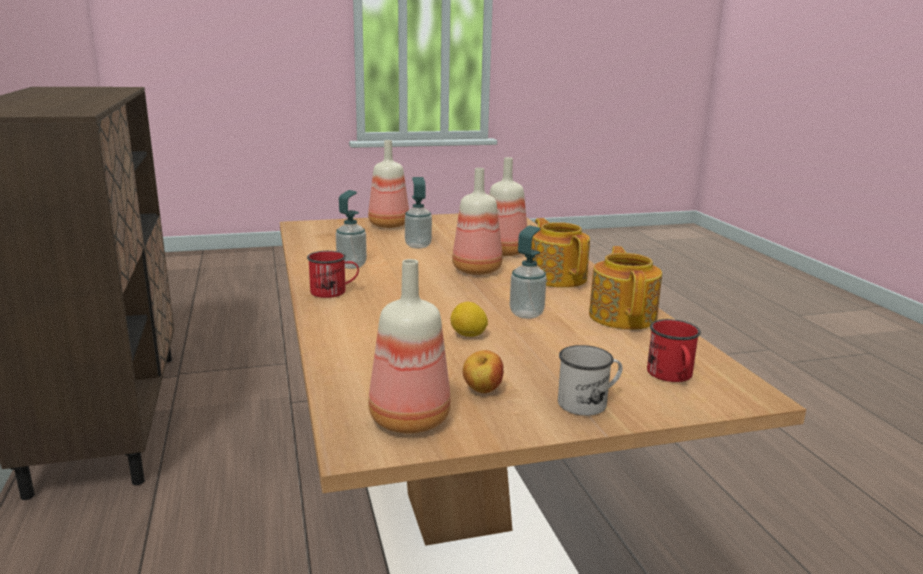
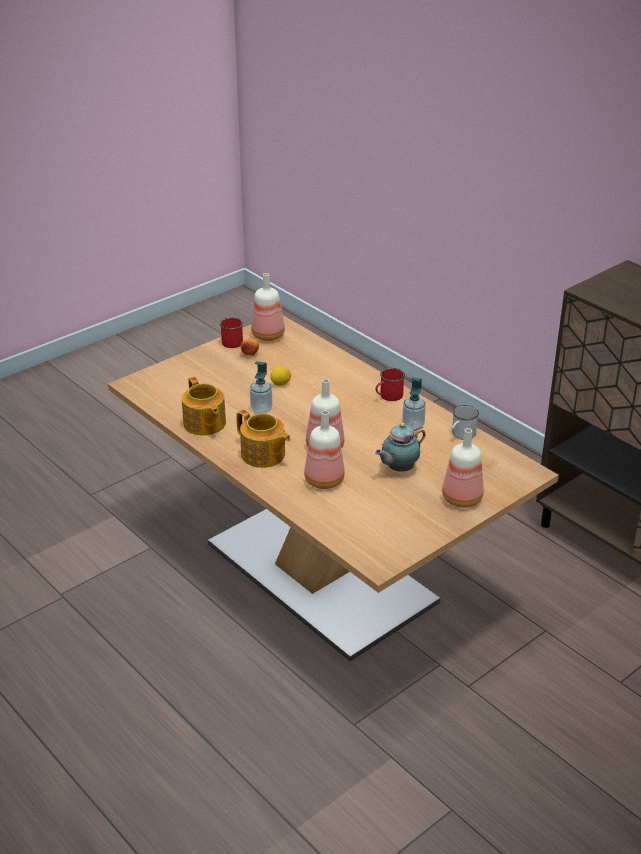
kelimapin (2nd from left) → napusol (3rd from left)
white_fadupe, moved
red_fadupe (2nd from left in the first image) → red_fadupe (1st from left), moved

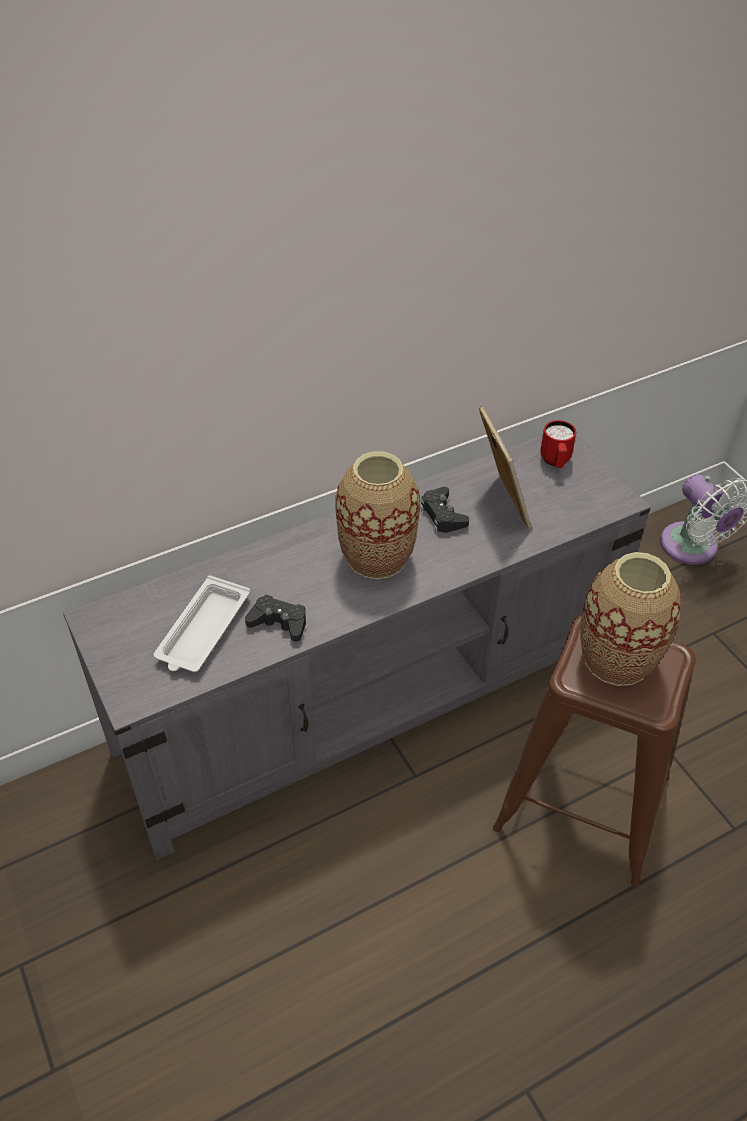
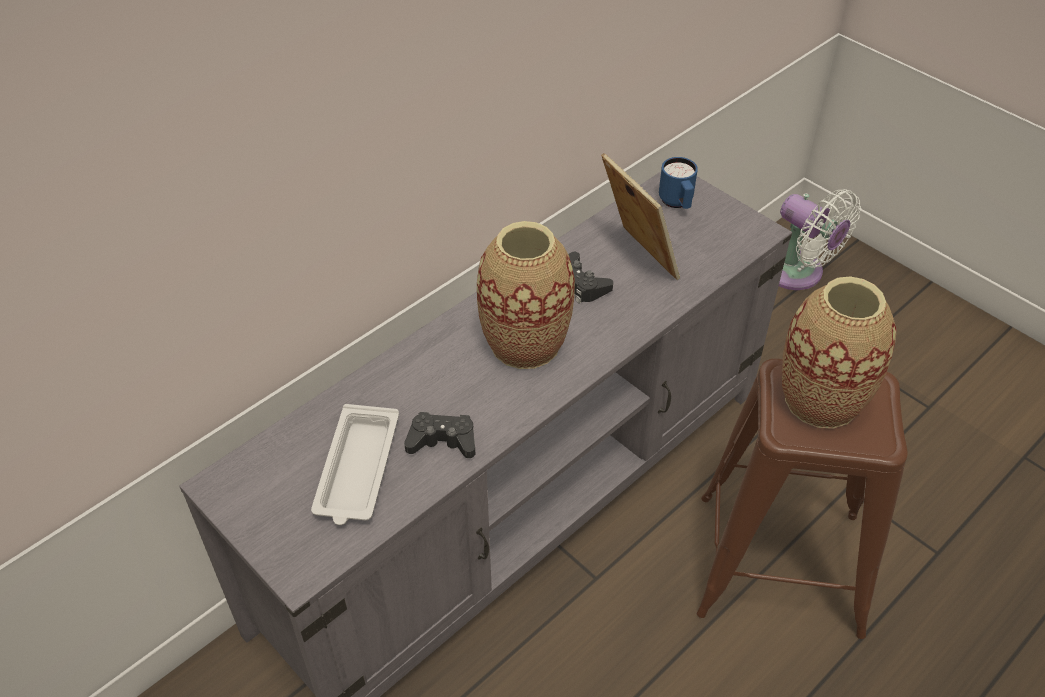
red_fadupe → blue_fadupe

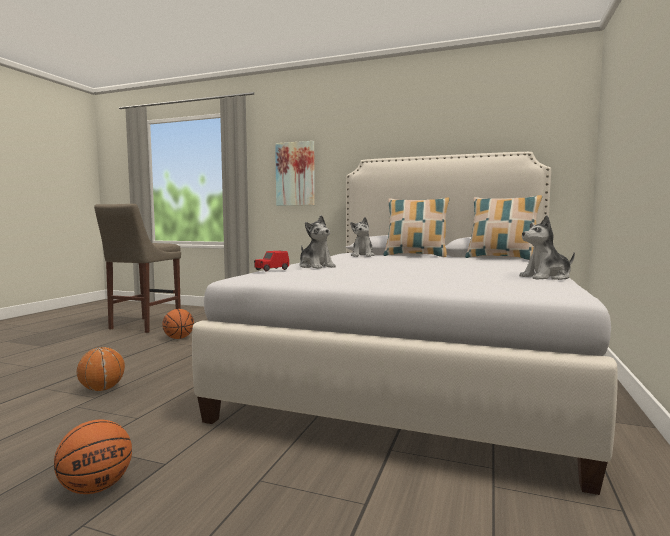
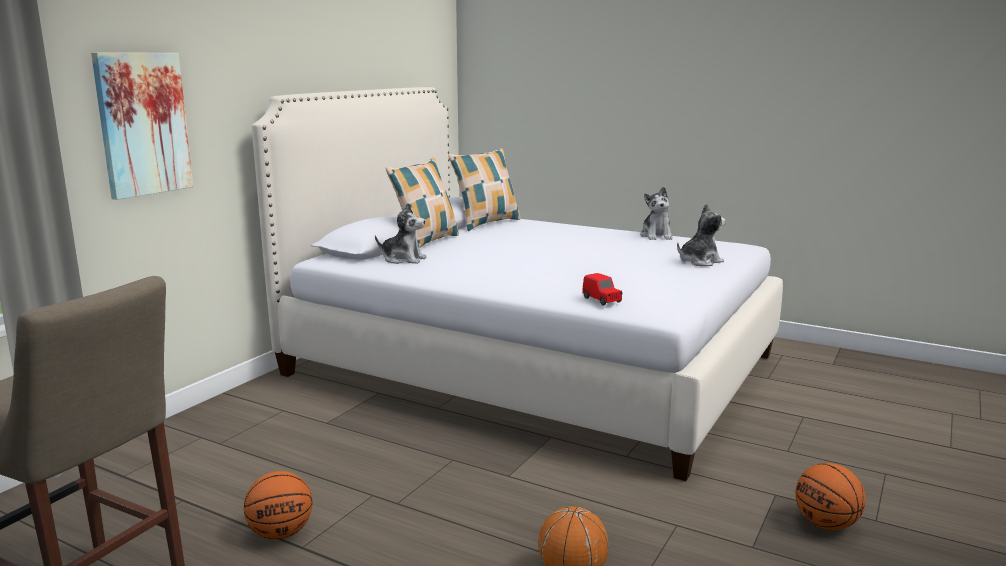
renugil (1st from left in the first image) → renugil (3rd from left), moved

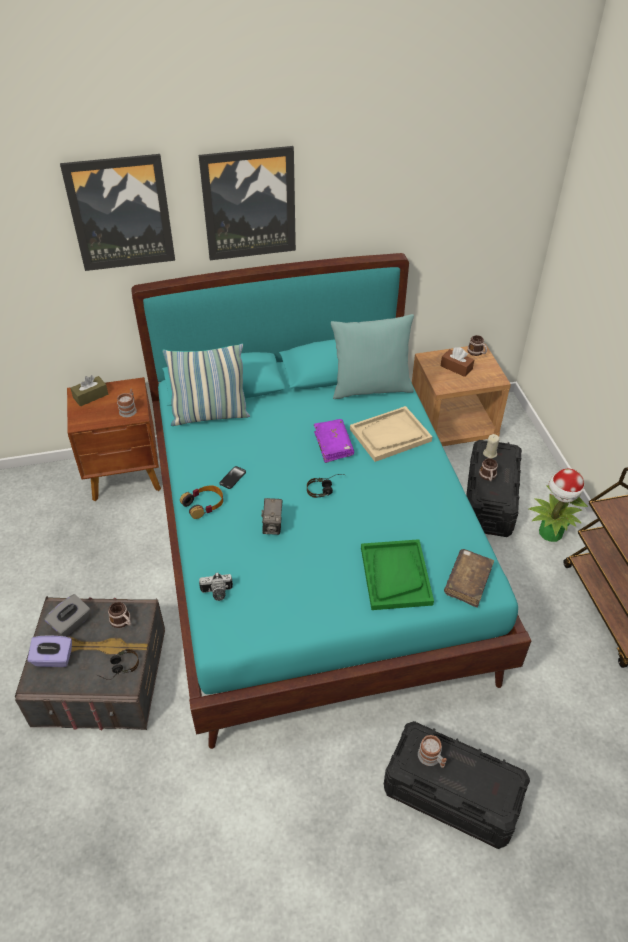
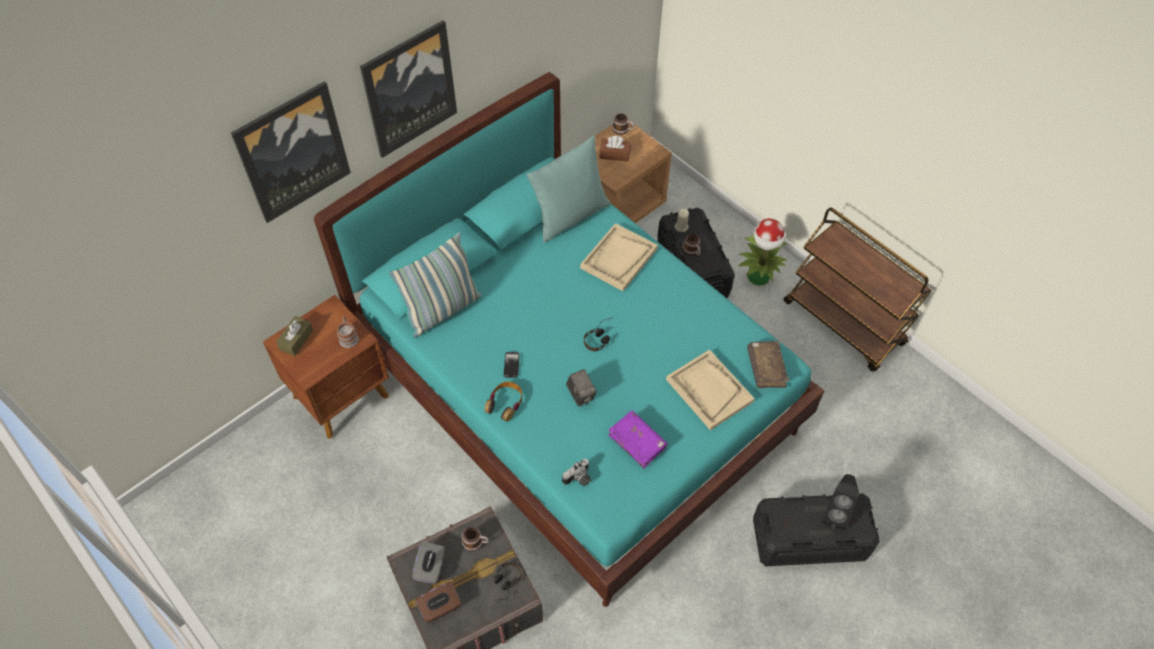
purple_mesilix → brown_mesilix (2nd from left)
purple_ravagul, moved
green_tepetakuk → beige_tepetakuk (2nd from left)
fadupe (3rd from left) → -
- → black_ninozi

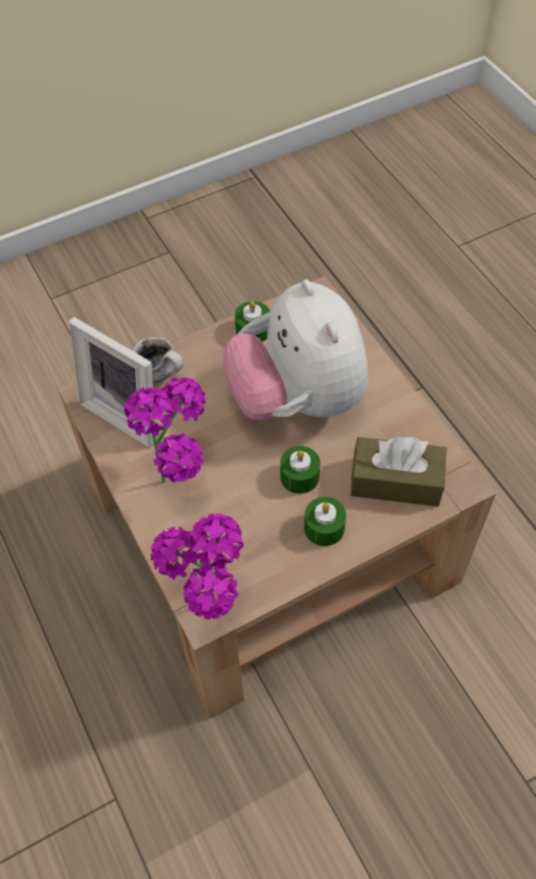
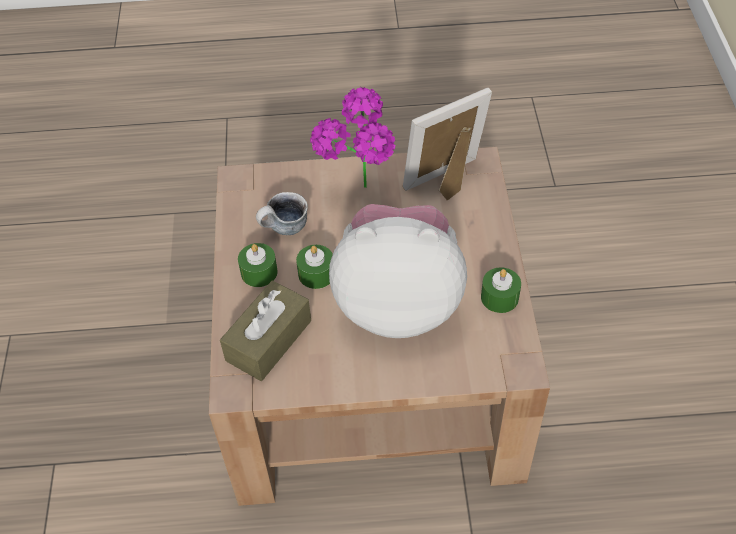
fadupe, moved
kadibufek (2nd from left) → -

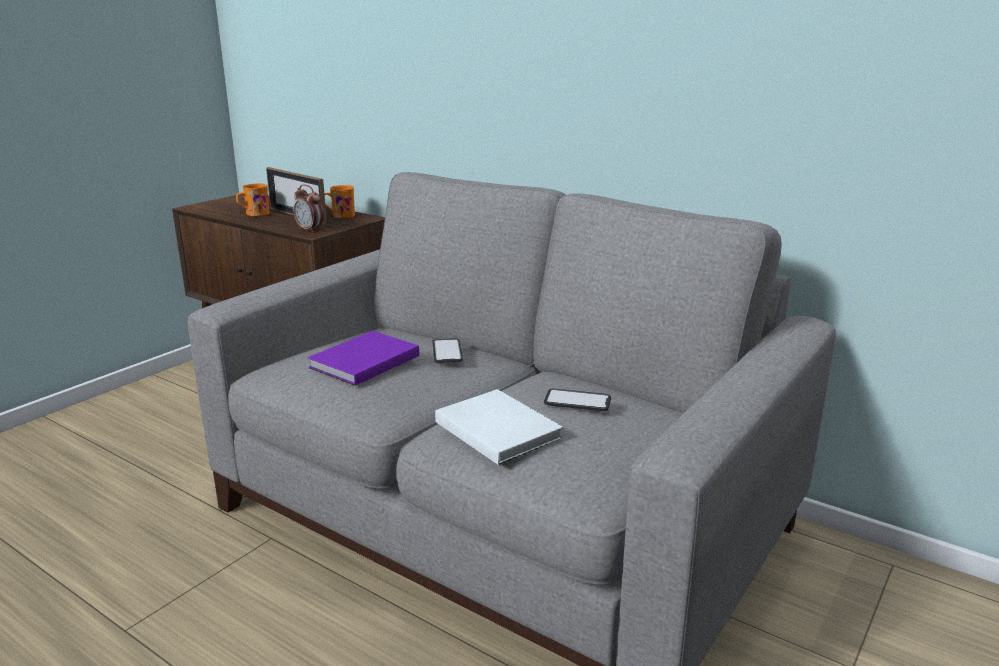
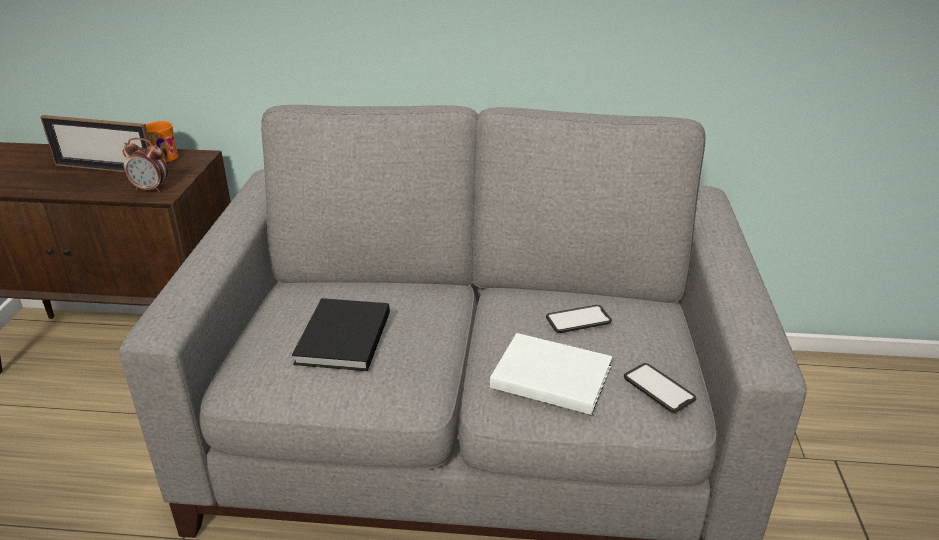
orange_fadupe (1st from left) → -
purple_ravagul → black_ravagul
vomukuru (1st from left in the first image) → vomukuru (2nd from left), moved

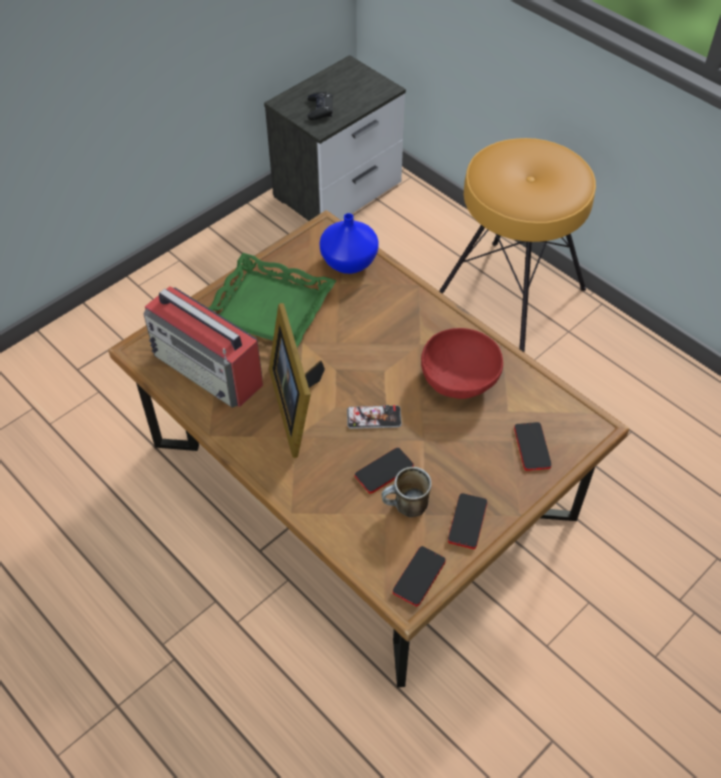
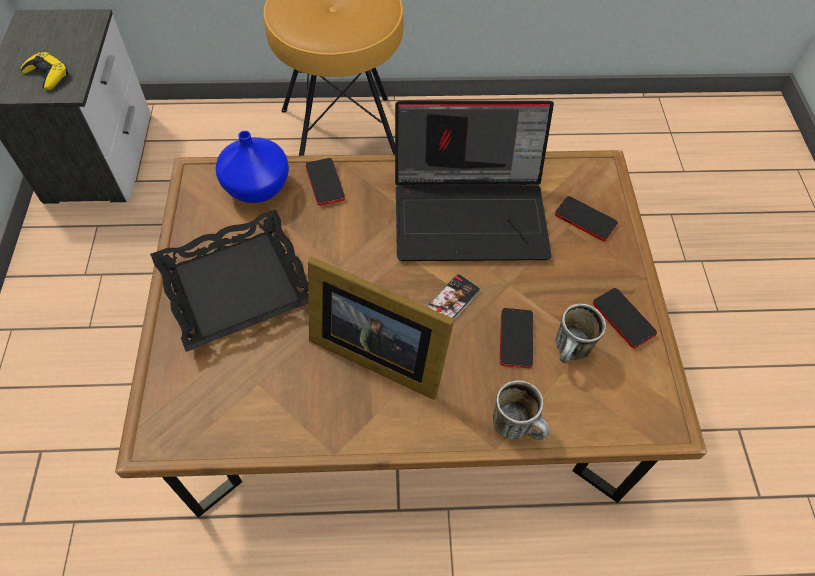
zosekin → -
green_tepetakuk → black_tepetakuk
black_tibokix → yellow_tibokix
vomukuru (3rd from left in the first image) → vomukuru (1st from left), moved
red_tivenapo → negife
- → fadupe (1st from left)

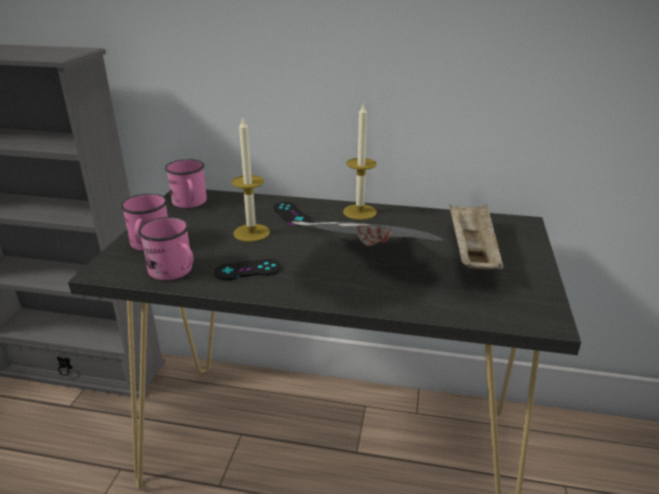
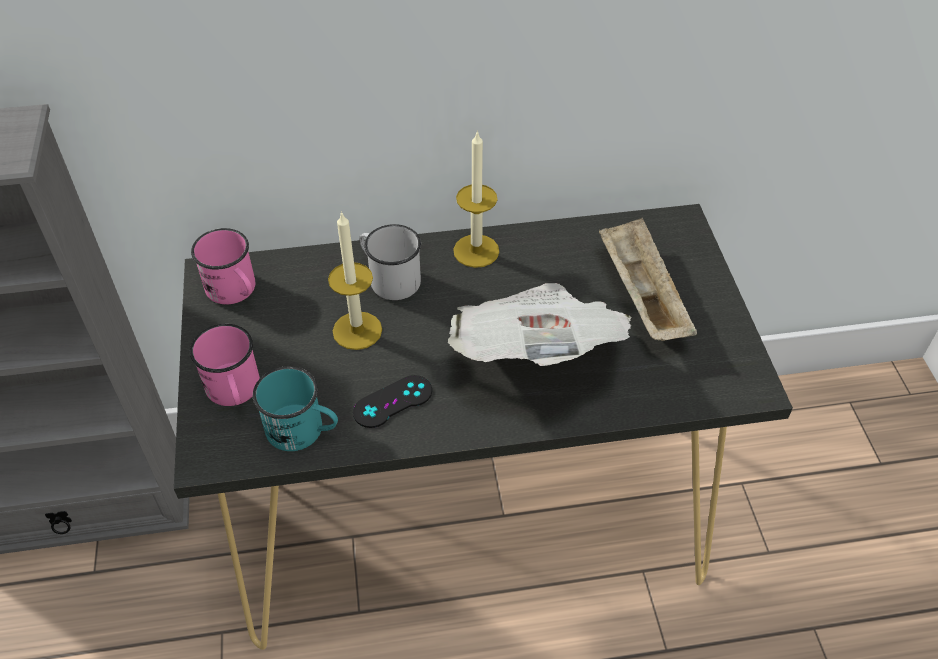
pink_fadupe (2nd from left) → turquoise_fadupe
black_tibokix (2nd from left) → white_fadupe

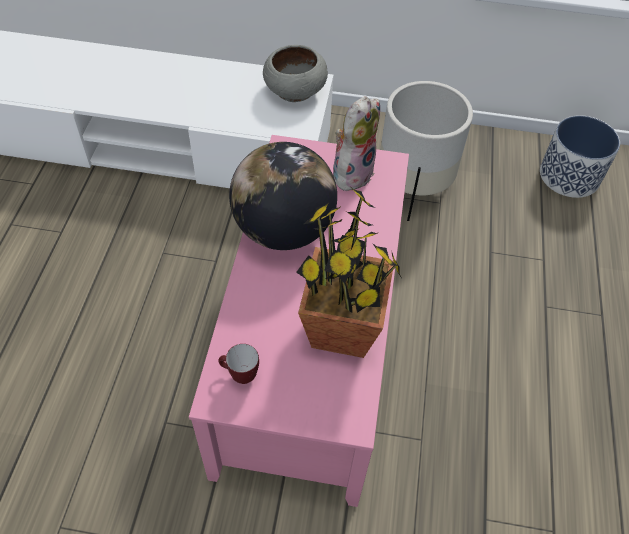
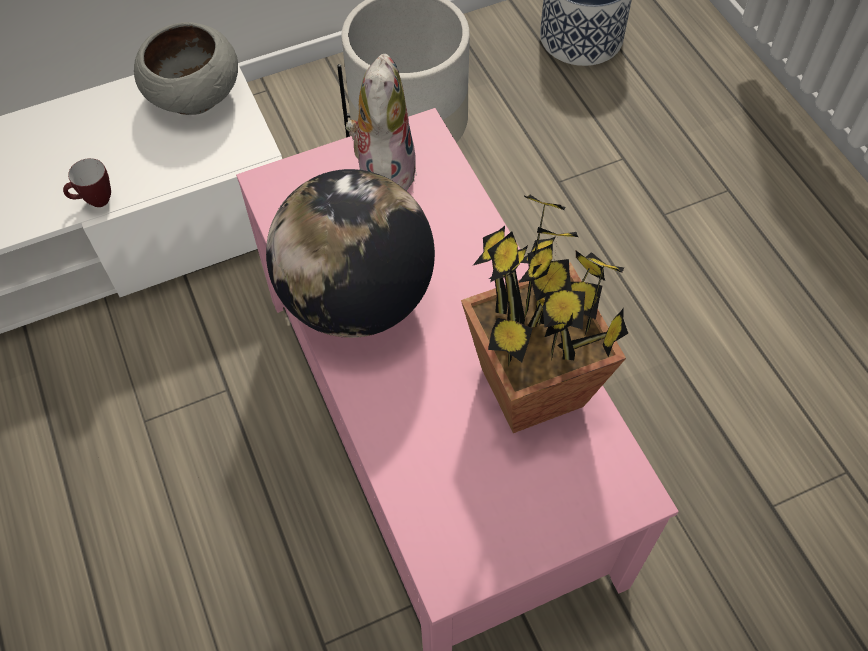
fadupe, moved

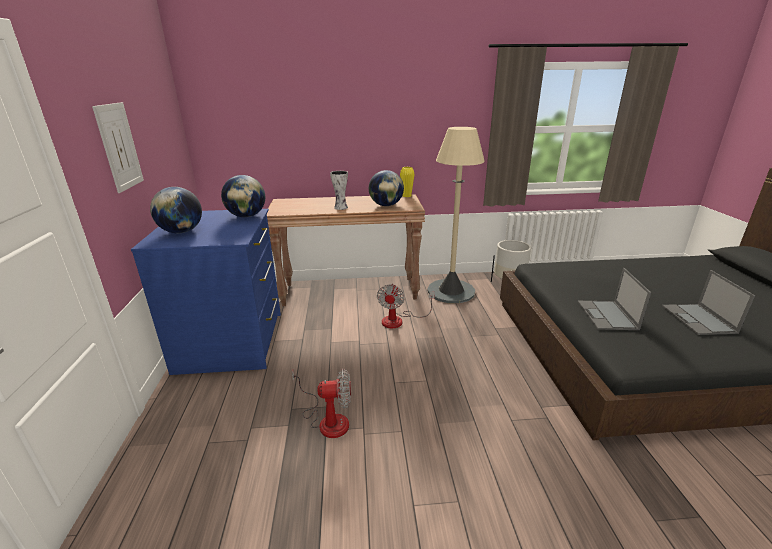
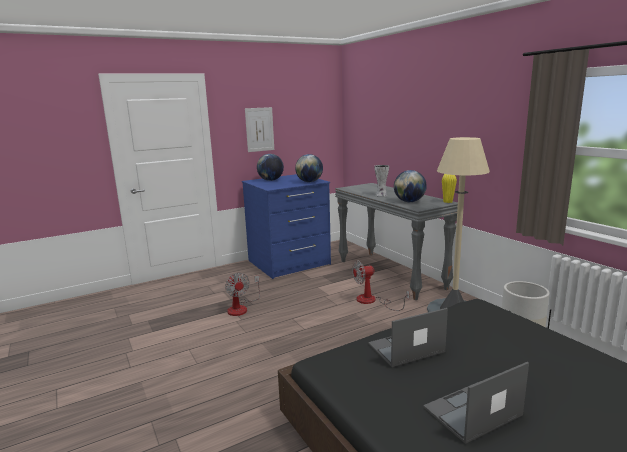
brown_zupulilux → grey_zupulilux

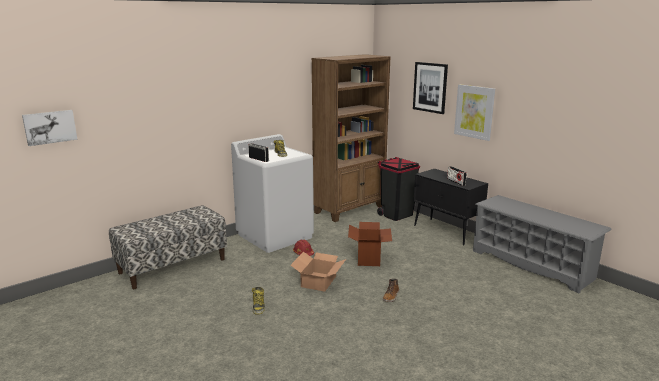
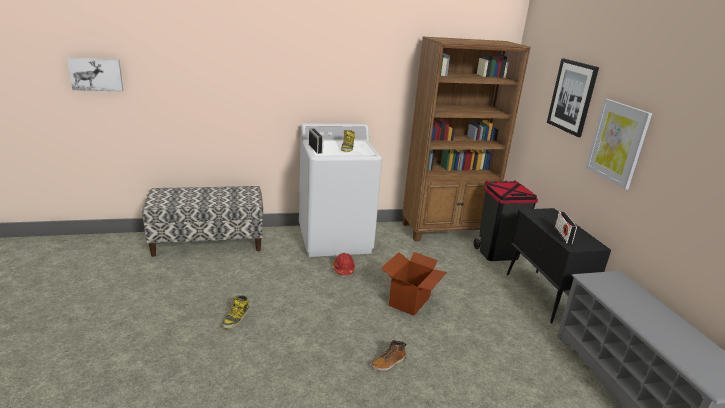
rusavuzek (1st from left) → -

